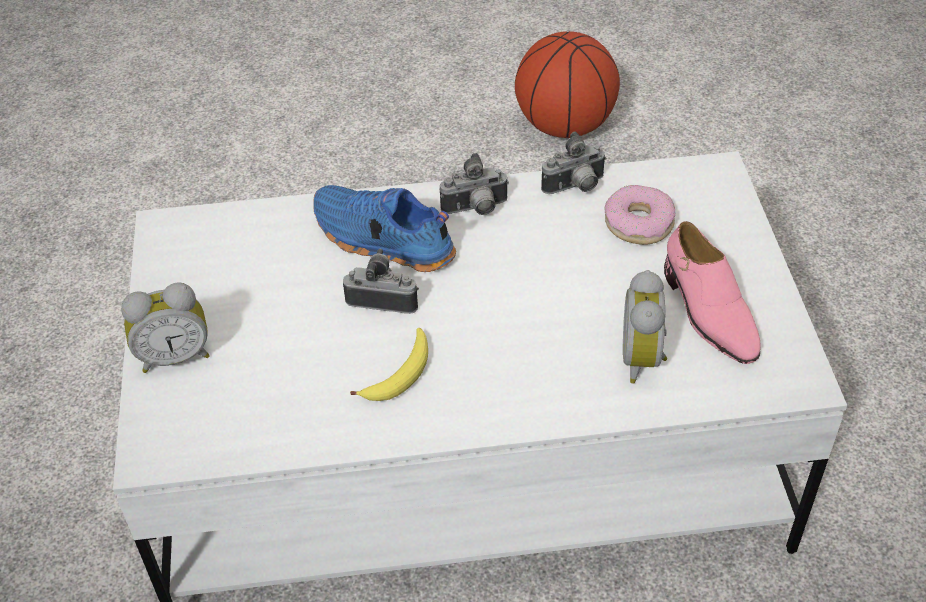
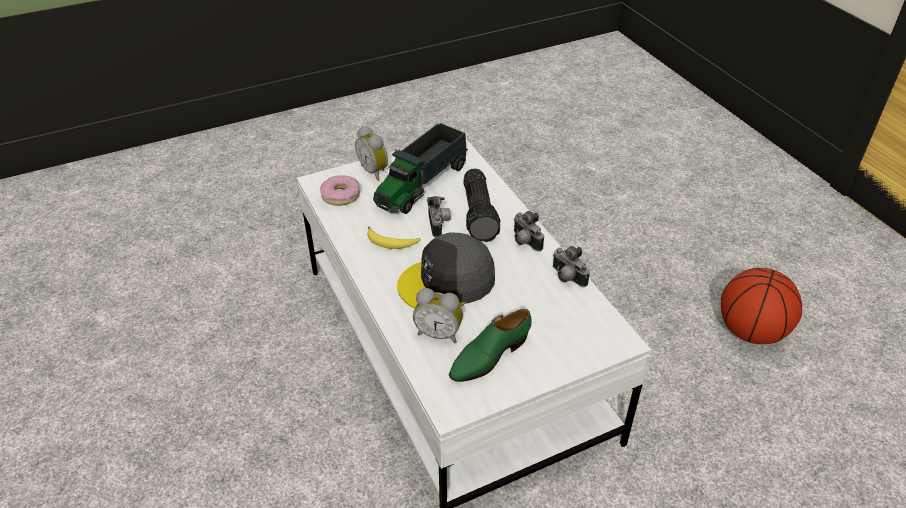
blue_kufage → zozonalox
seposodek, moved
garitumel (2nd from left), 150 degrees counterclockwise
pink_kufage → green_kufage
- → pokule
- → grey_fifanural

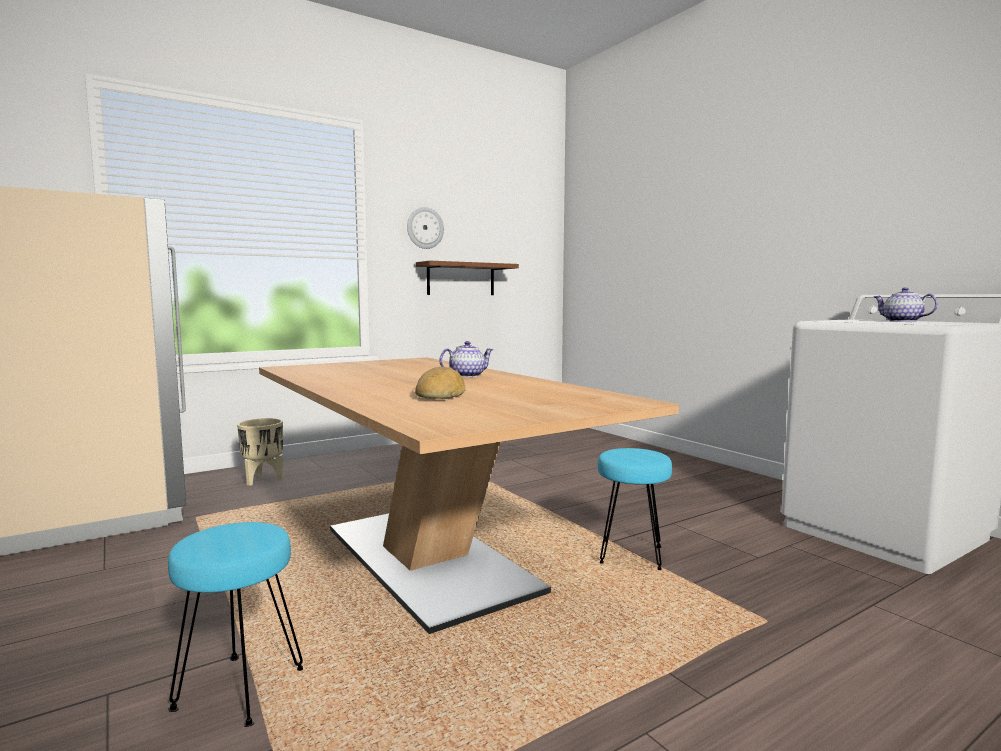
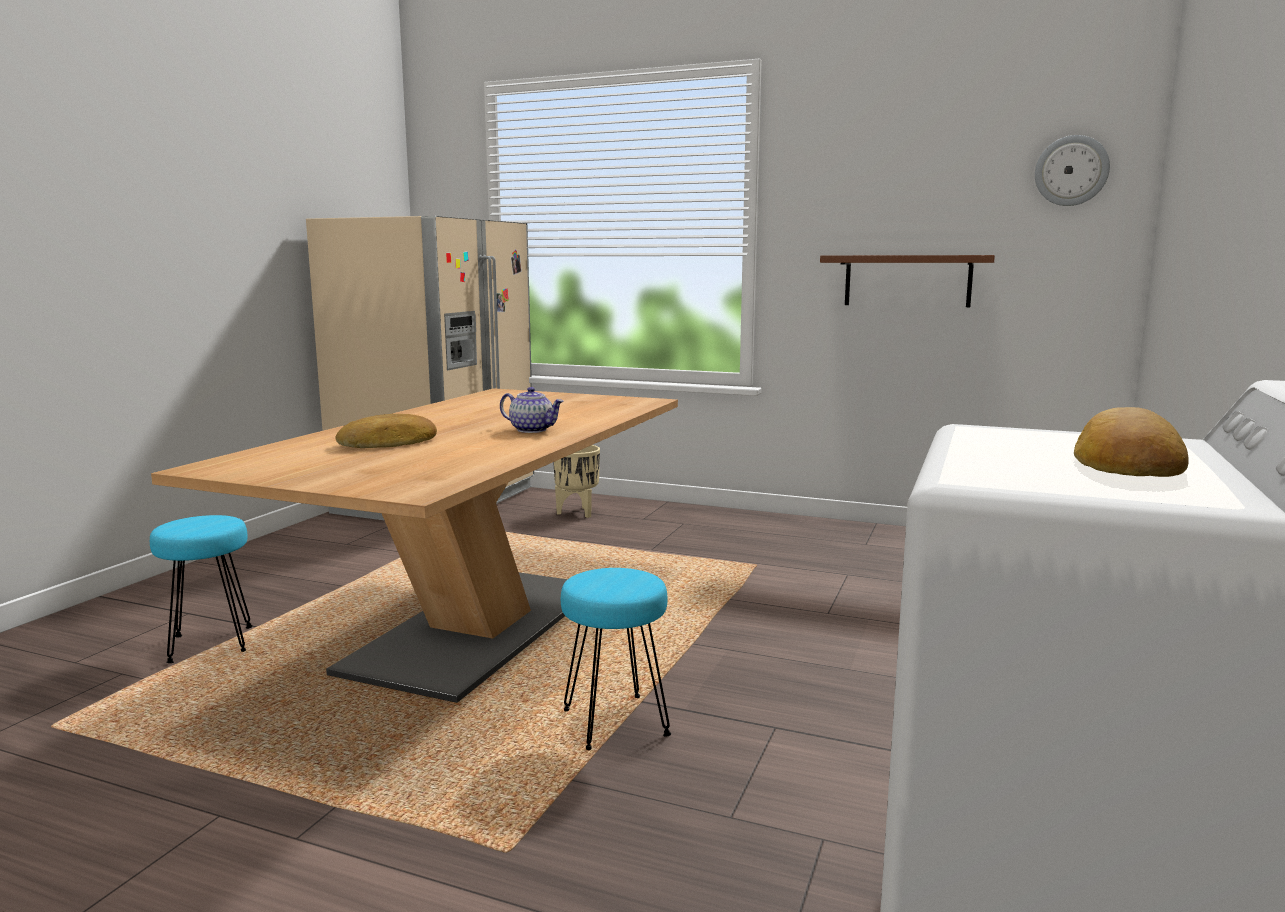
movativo, moved
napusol (2nd from left) → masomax (2nd from left)

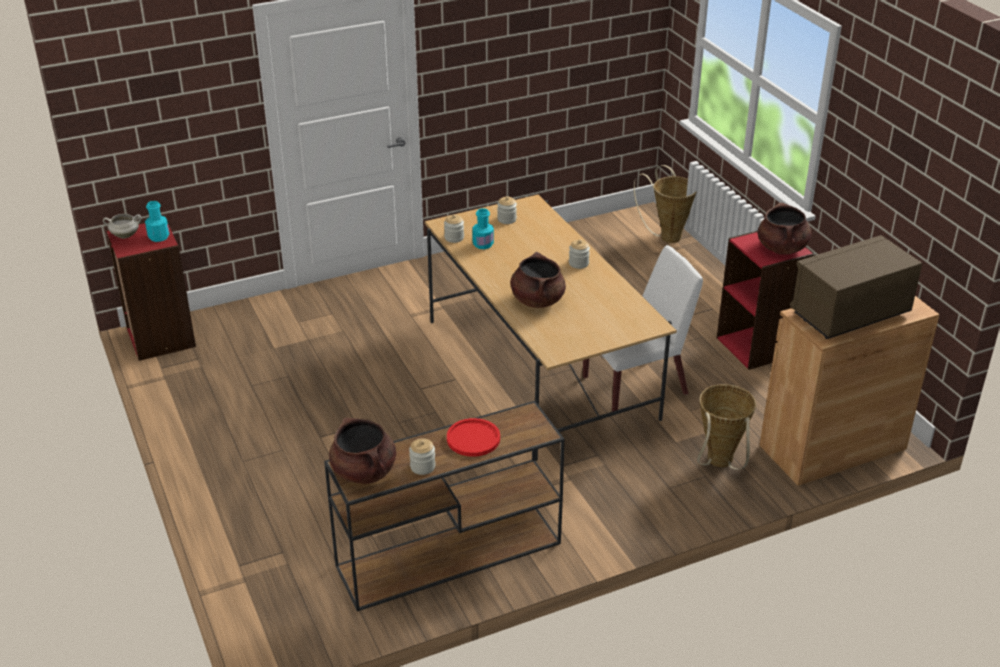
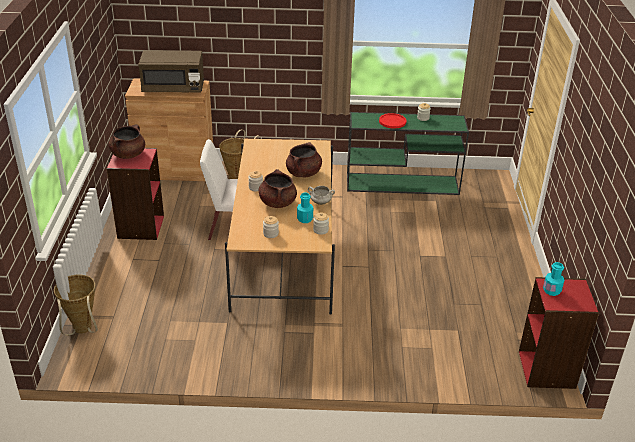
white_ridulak, moved
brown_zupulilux → green_zupulilux
brown_ridulak (1st from left in the first image) → brown_ridulak (2nd from left), moved

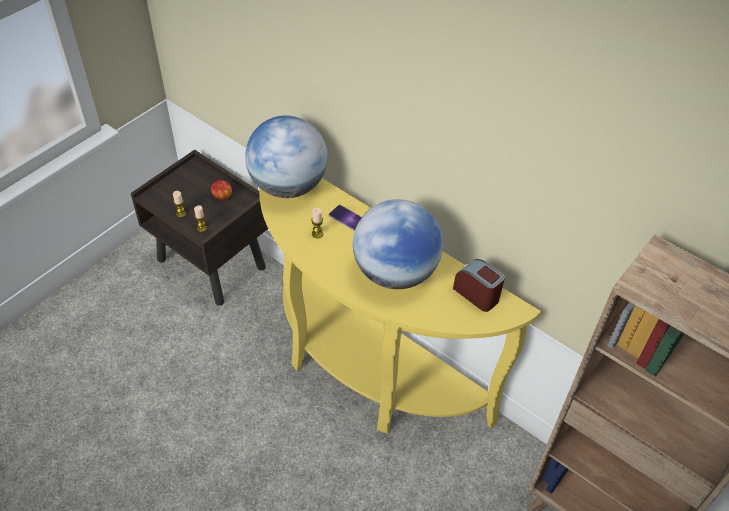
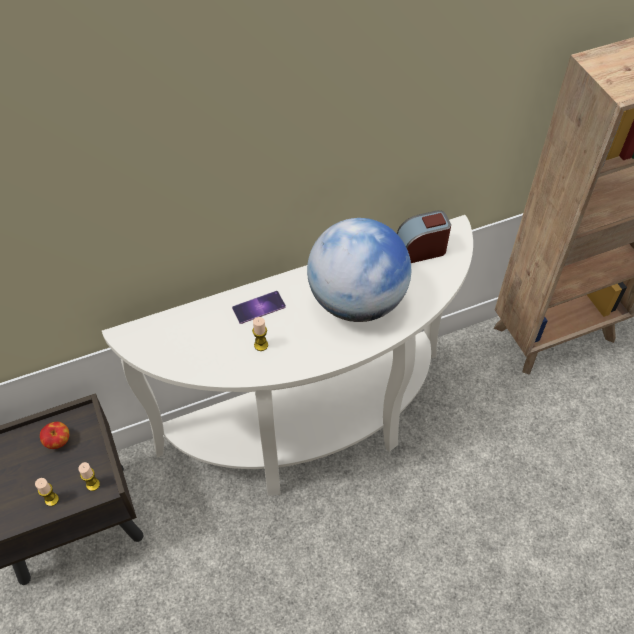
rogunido (1st from left) → -
yellow_zupulilux → white_zupulilux

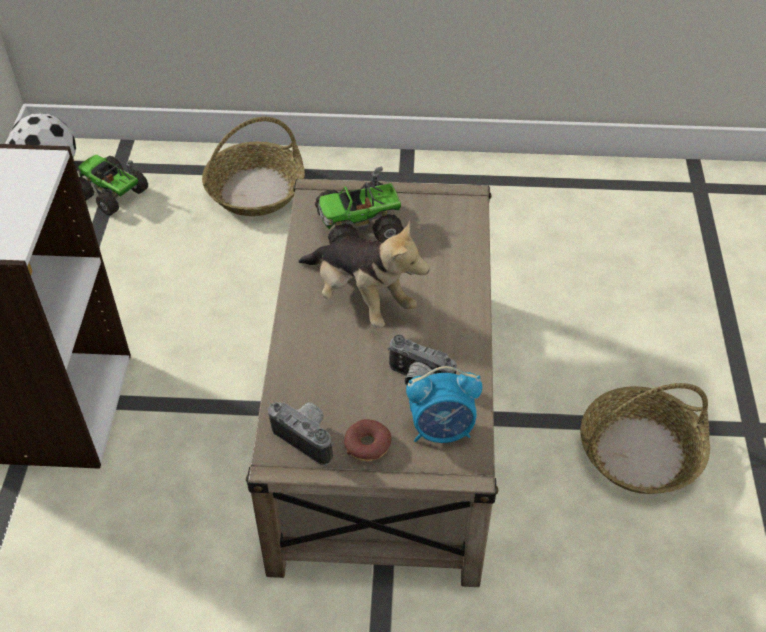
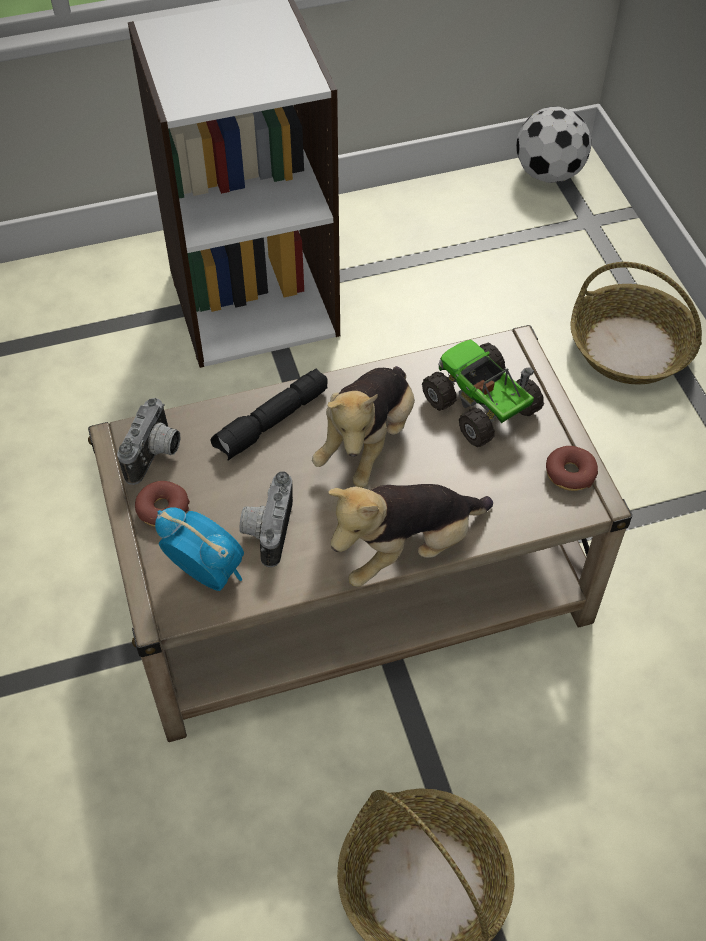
pokule (1st from left) → -
garitumel, 150 degrees clockwise
- → black_zozonalox
- → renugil (2nd from left)
- → seposodek (2nd from left)

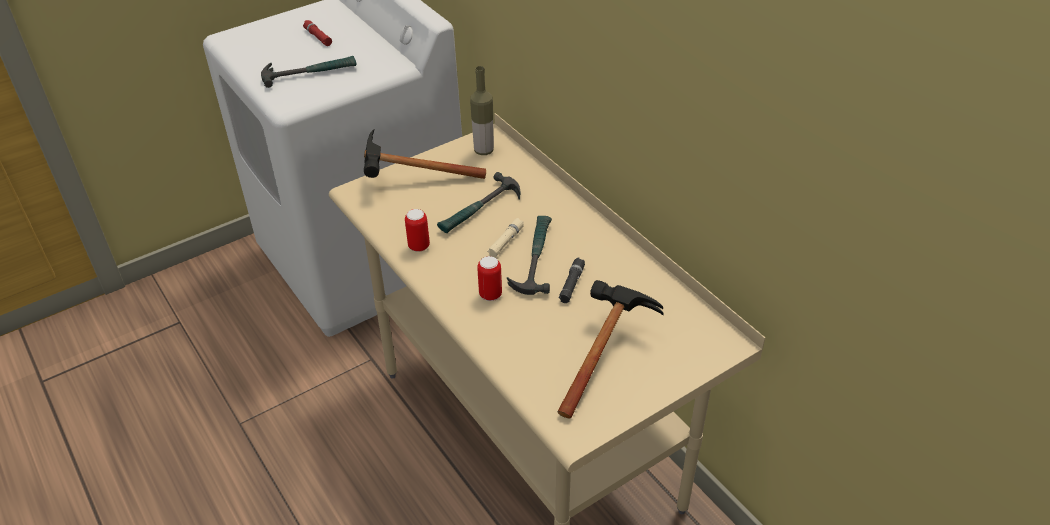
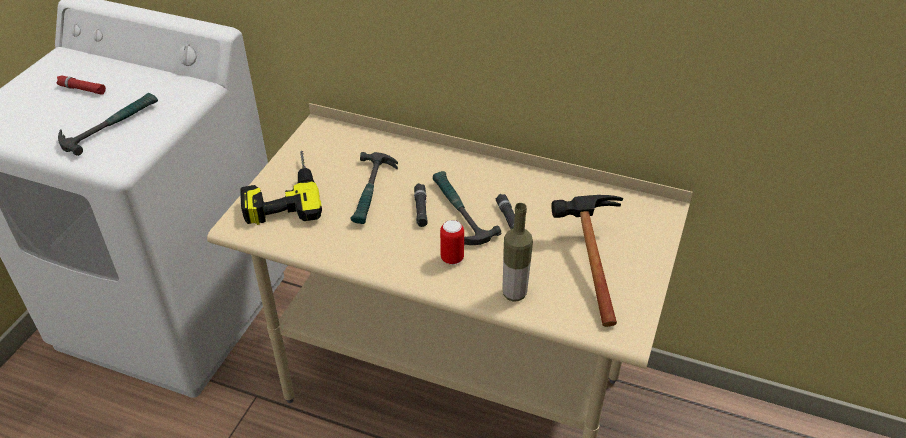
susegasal (2nd from left) → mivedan
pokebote (1st from left) → -
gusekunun, moved
beige_zozonalox → black_zozonalox (1st from left)

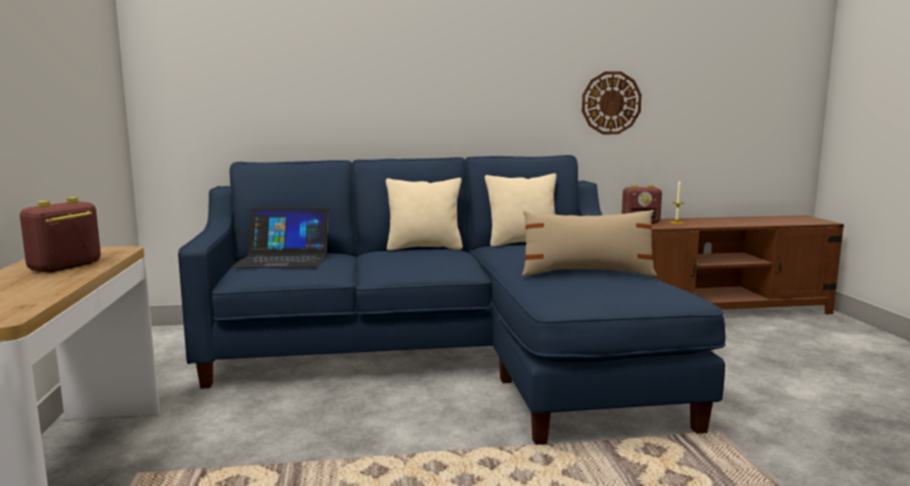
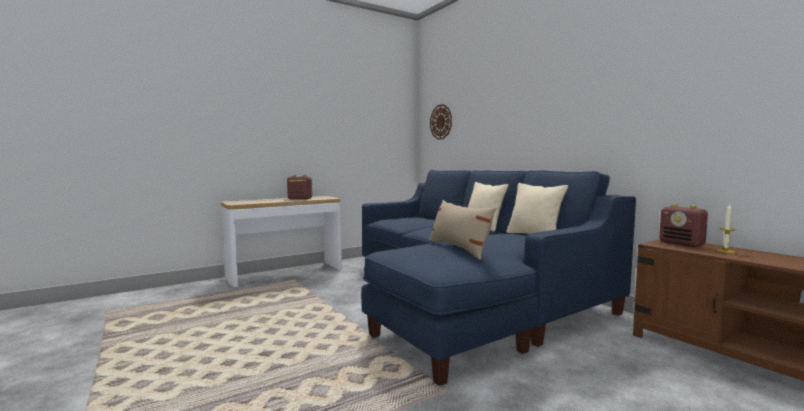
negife → -
movativo, moved

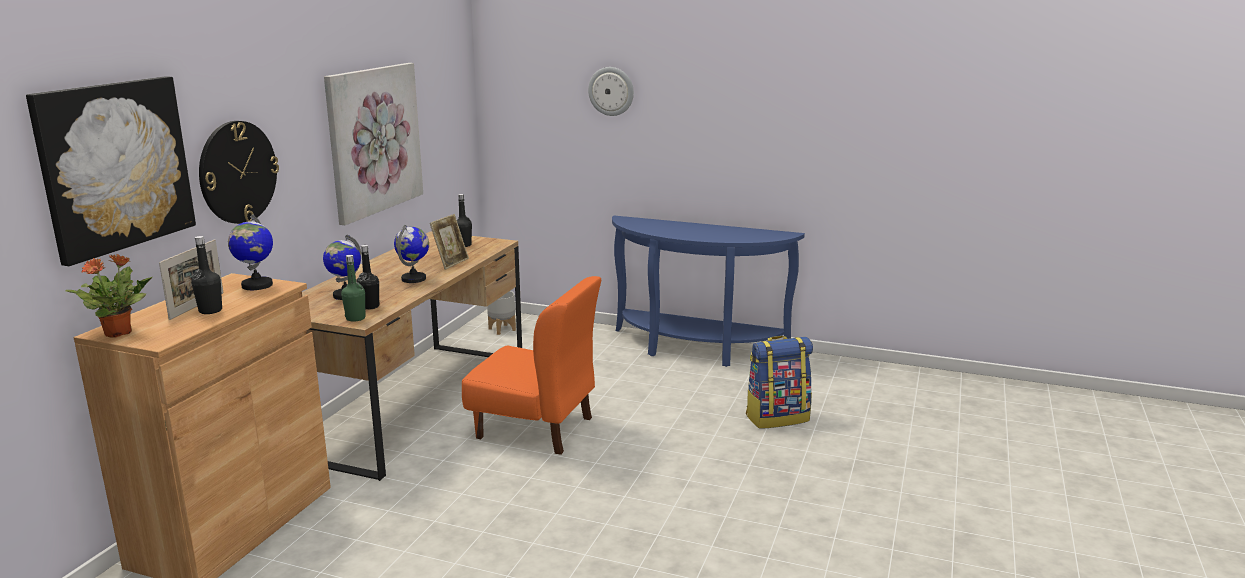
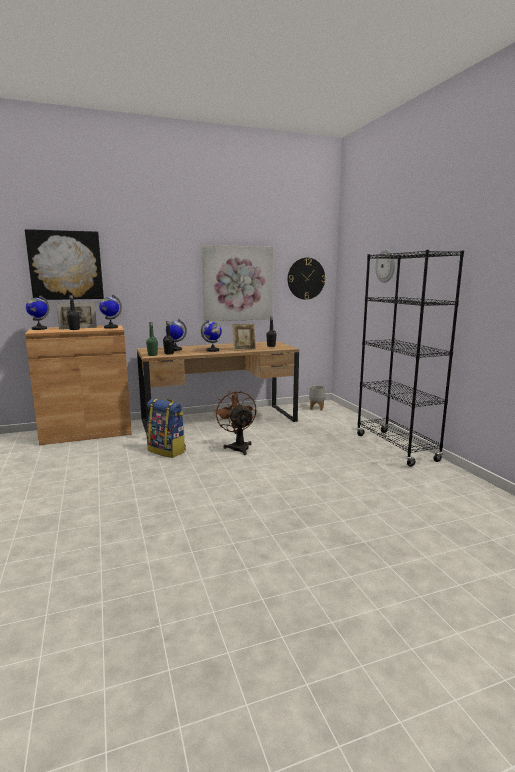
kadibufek → rogunido (1st from left)
movativo (1st from left), moved
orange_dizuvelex → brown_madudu
blue_zupulilux → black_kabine
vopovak, moved

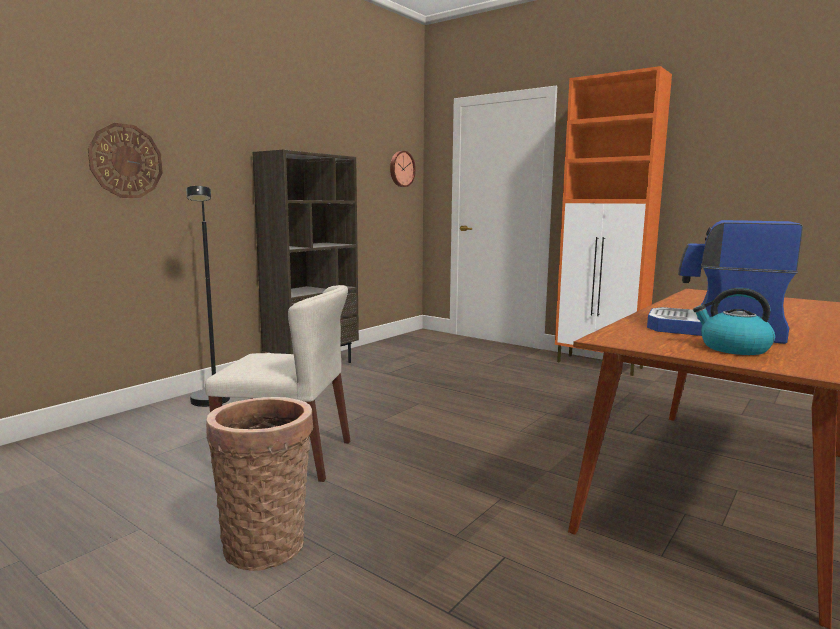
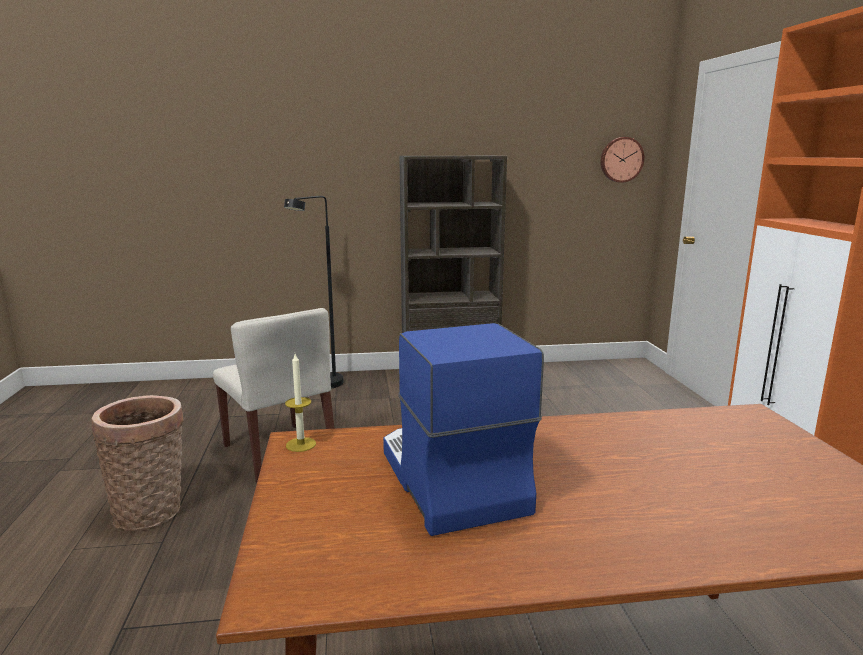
movativo (1st from left) → -
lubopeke → -
- → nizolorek

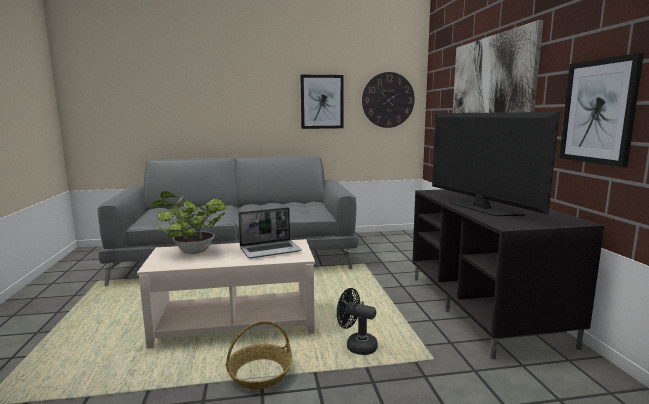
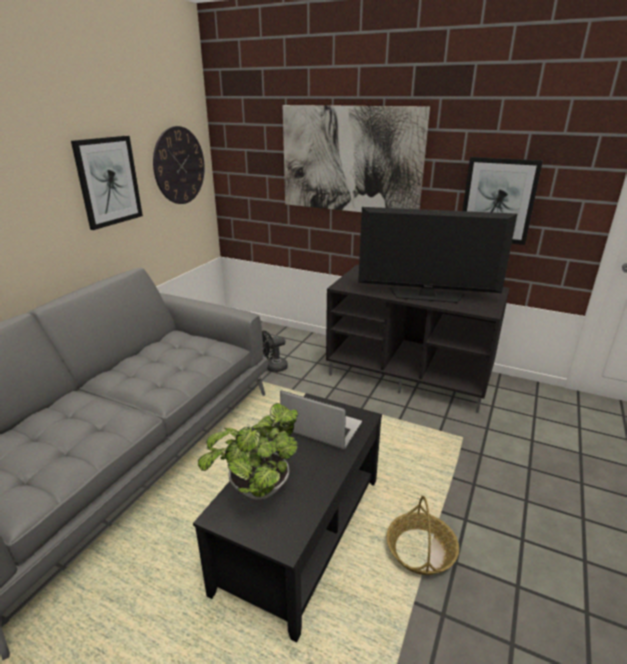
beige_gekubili → black_gekubili
negife, 75 degrees counterclockwise
black_madudu, moved

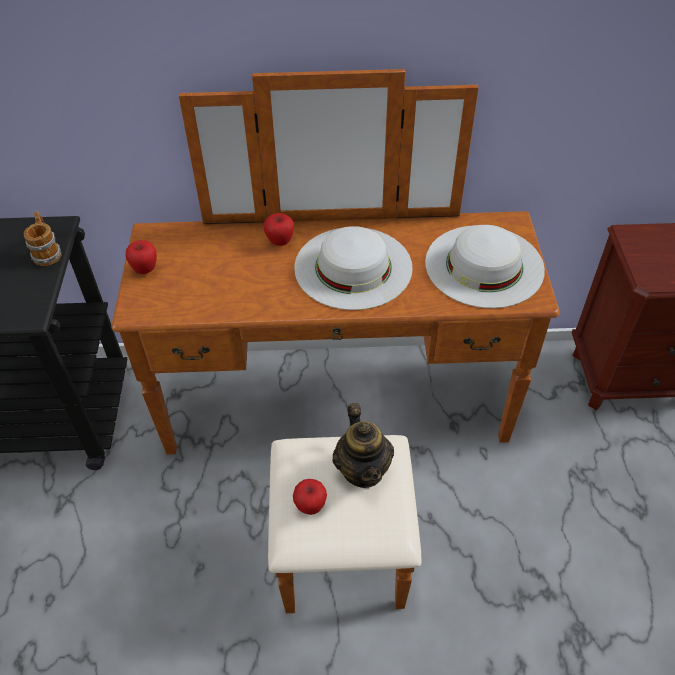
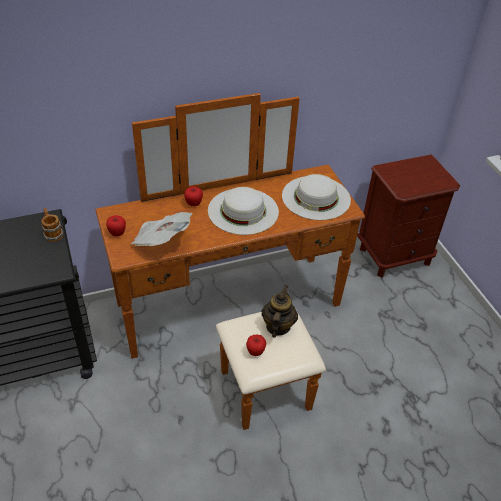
napusol, 135 degrees counterclockwise
- → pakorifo

